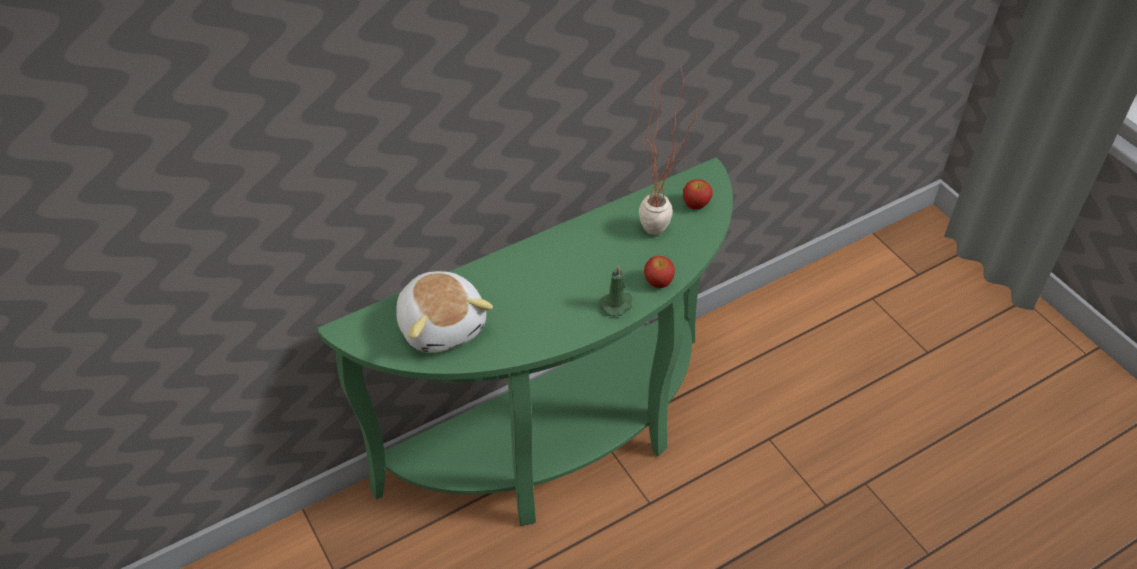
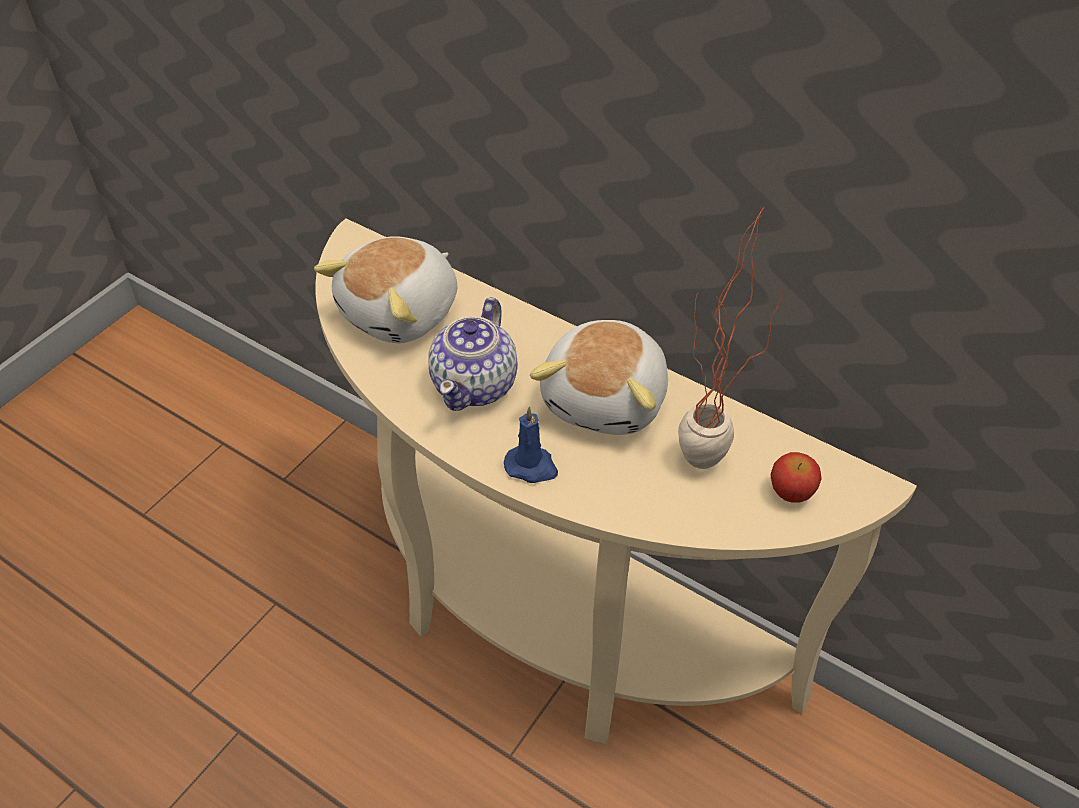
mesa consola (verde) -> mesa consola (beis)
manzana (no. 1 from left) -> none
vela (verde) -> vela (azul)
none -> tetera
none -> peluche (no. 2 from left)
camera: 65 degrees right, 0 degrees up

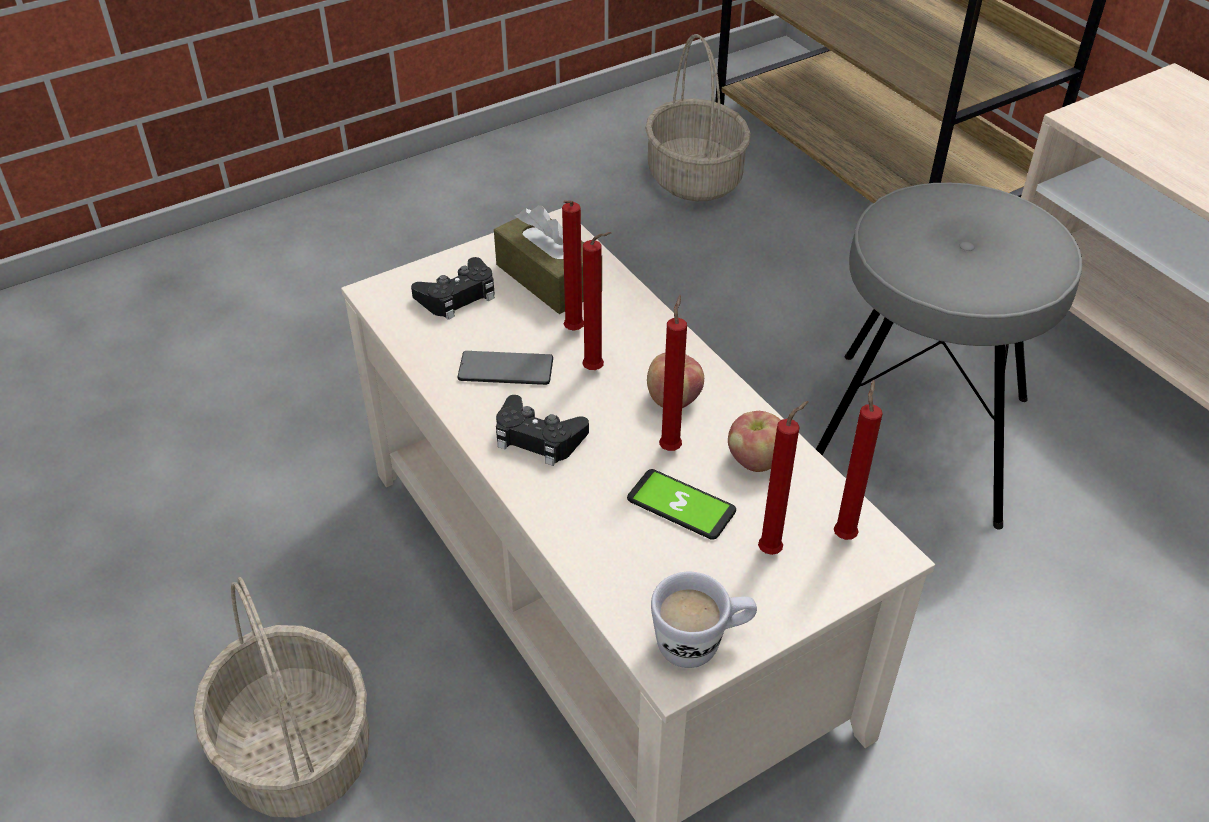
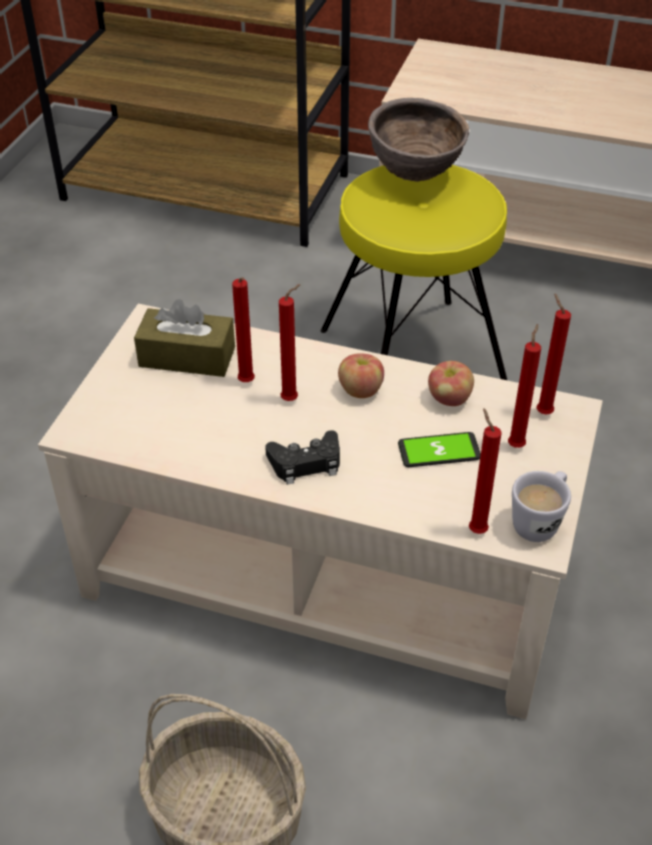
cesta (no. 2 from left) -> none
taburete (gris) -> taburete (amarillo)
mando de consola (negro) (no. 1 from left) -> none
vela (rojo) (no. 3 from left), shifted
móvil (no. 1 from left) -> none
none -> cuenco (marrón)
camera: 40 degrees left, 0 degrees up

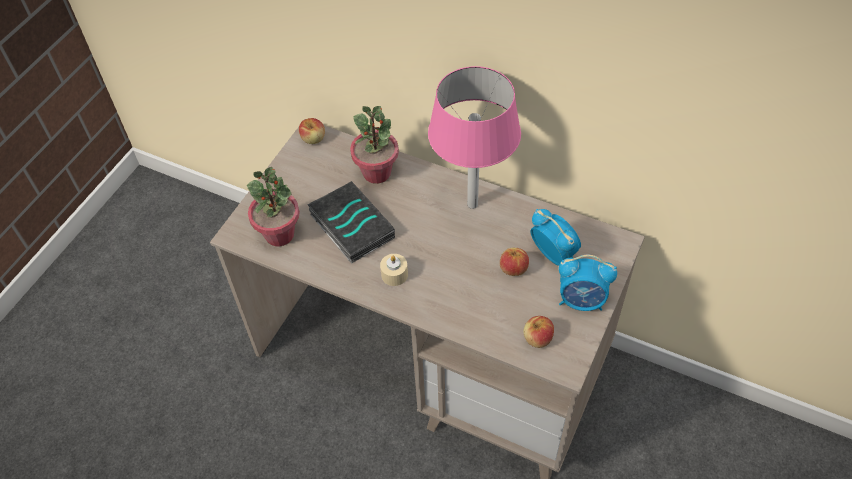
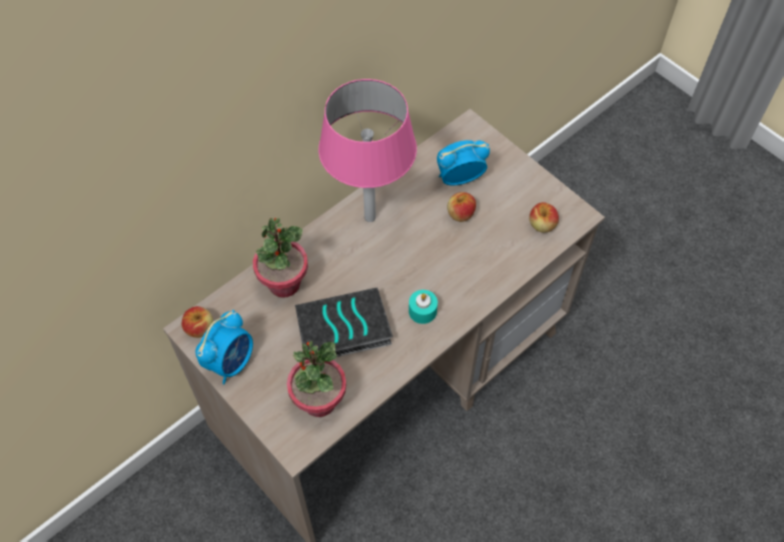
vela (beis) -> vela (turquesa)
despertador (no. 2 from left in the first image) -> despertador (no. 1 from left), shifted
camera: 70 degrees left, 5 degrees up

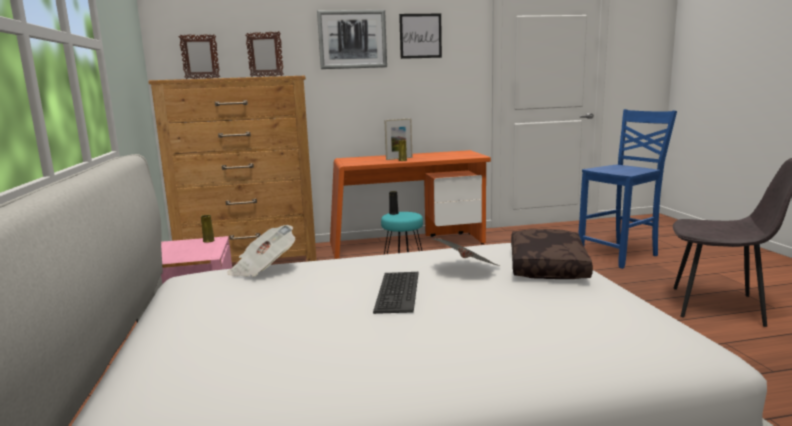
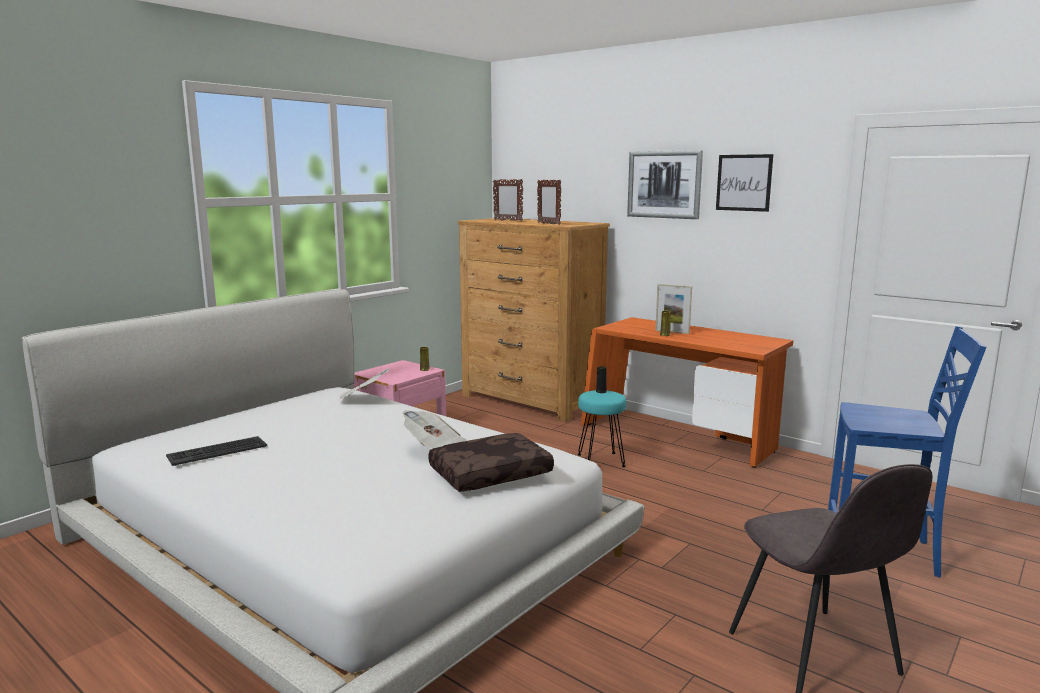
teclado, shifted
camera: 50 degrees right, 0 degrees up

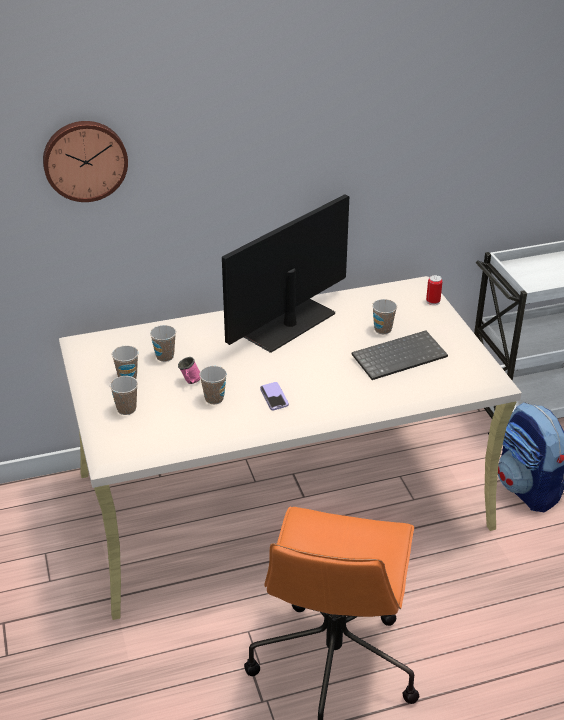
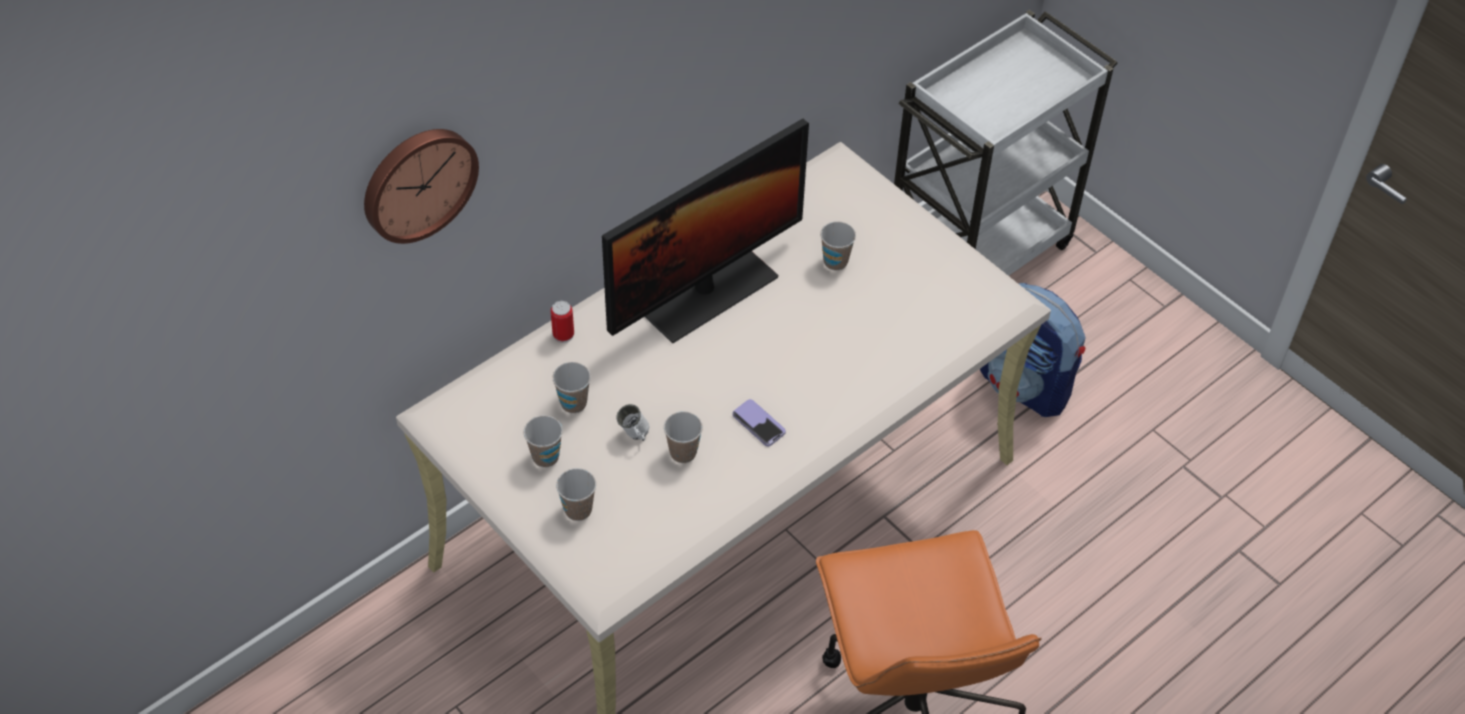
monitor, 150 degrees counterclockwise
lata, shifted
teclado -> none
taza grande (rosa) -> taza grande (blanco)
camera: 25 degrees left, 15 degrees up

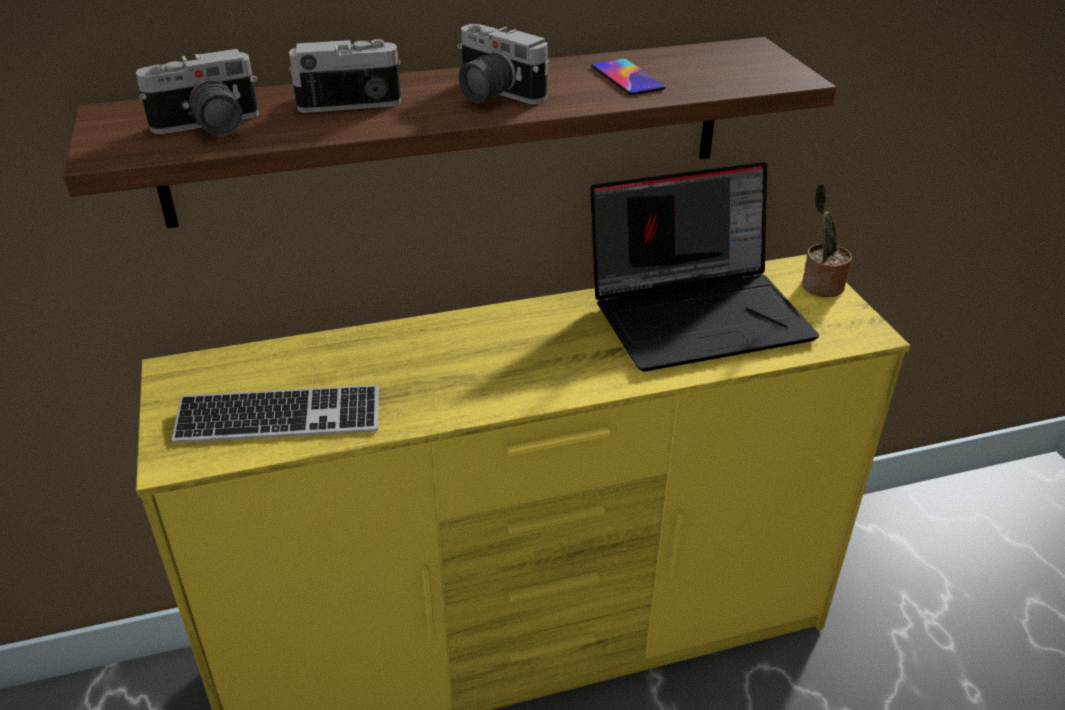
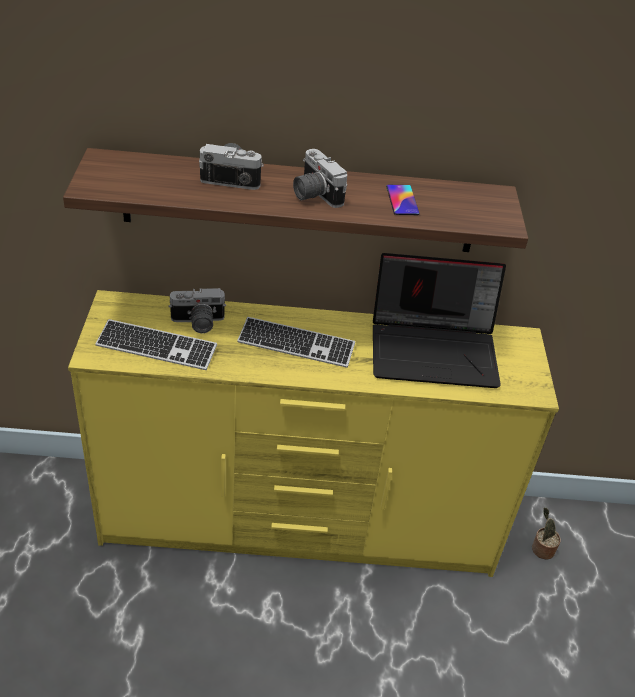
cámara (no. 1 from left), shifted
planta en maceta, shifted
none -> teclado (no. 2 from left)
camera: 15 degrees right, 5 degrees up

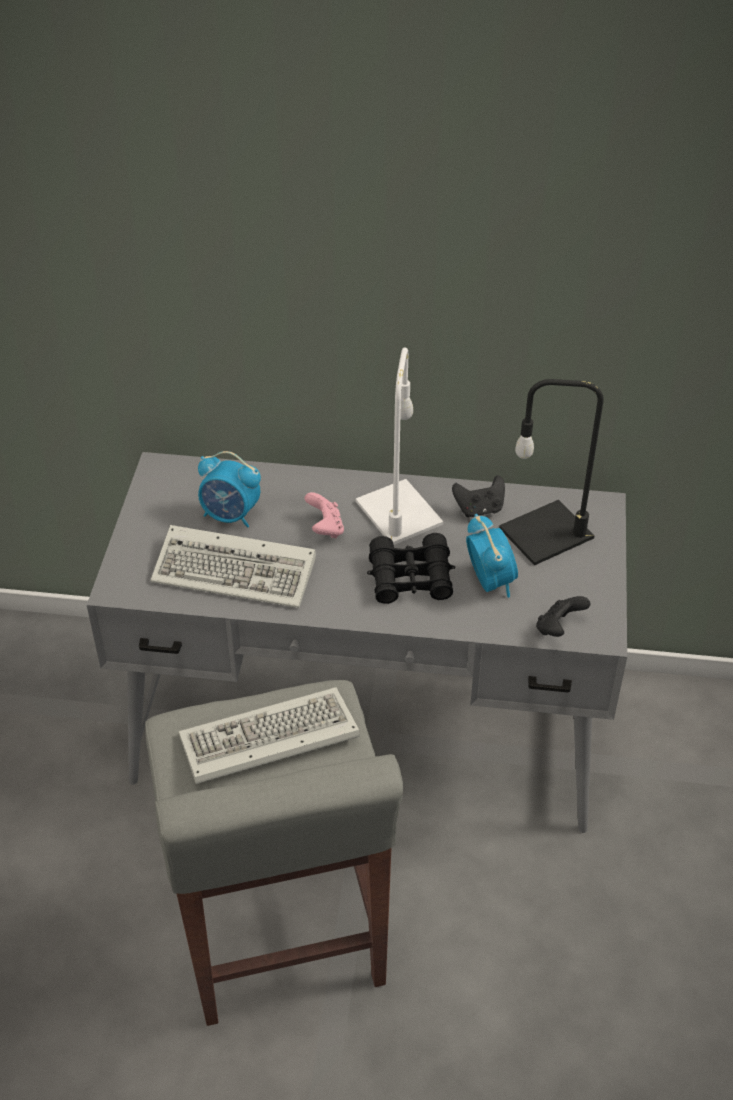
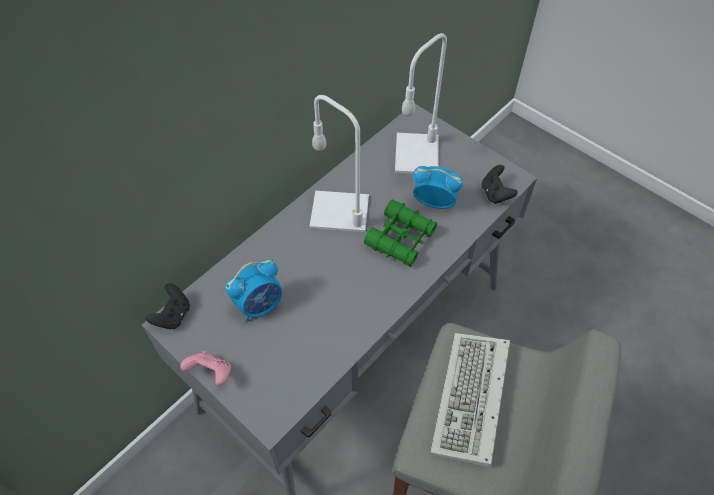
lámpara de mesa (negro) -> lámpara de mesa (blanco) (no. 2 from left)
mando de consola (negro) (no. 1 from left), shifted
mando de consola (rosa), shifted
teclado (no. 1 from left) -> none
prismáticos (negro) -> prismáticos (verde)
camera: 55 degrees left, 10 degrees up

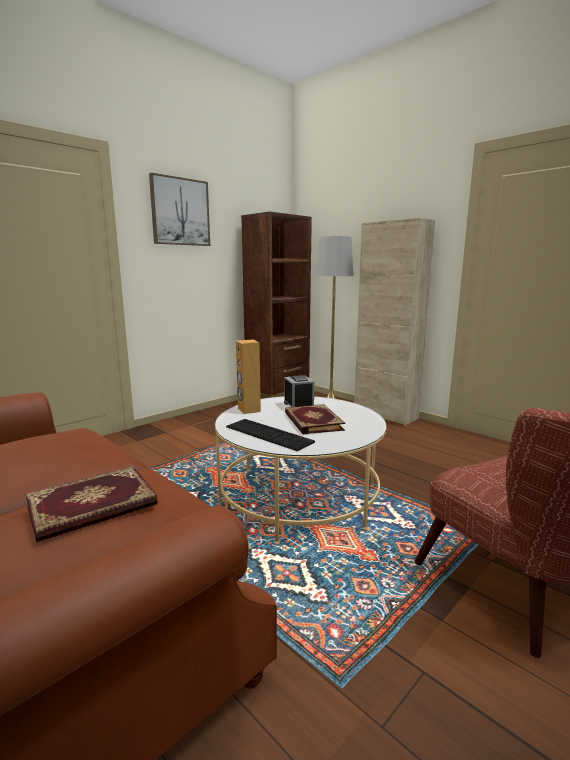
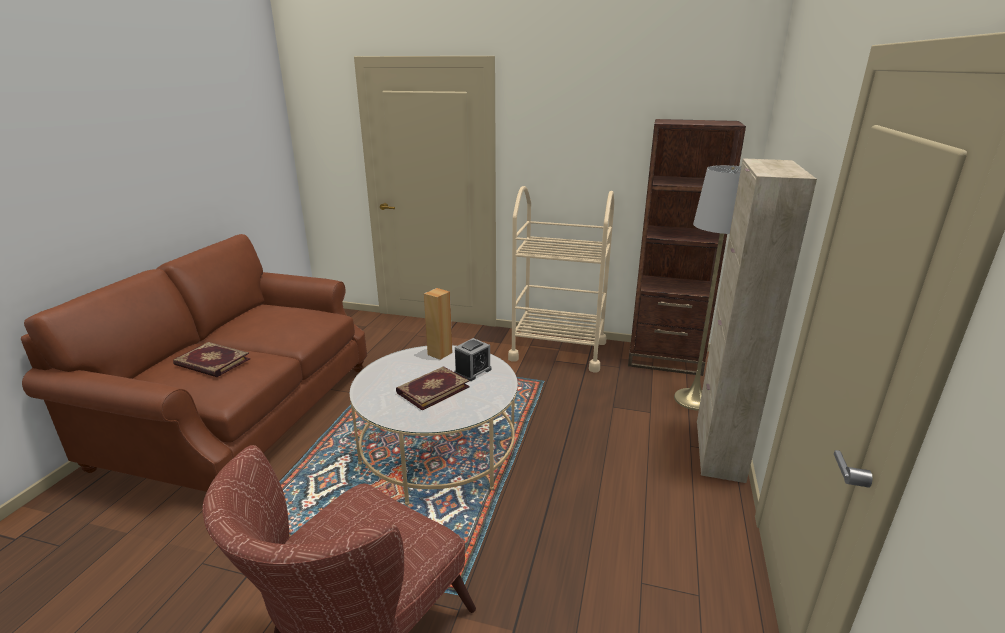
cuadro -> none
teclado -> none
none -> carrito (beis)
camera: 60 degrees right, 10 degrees up

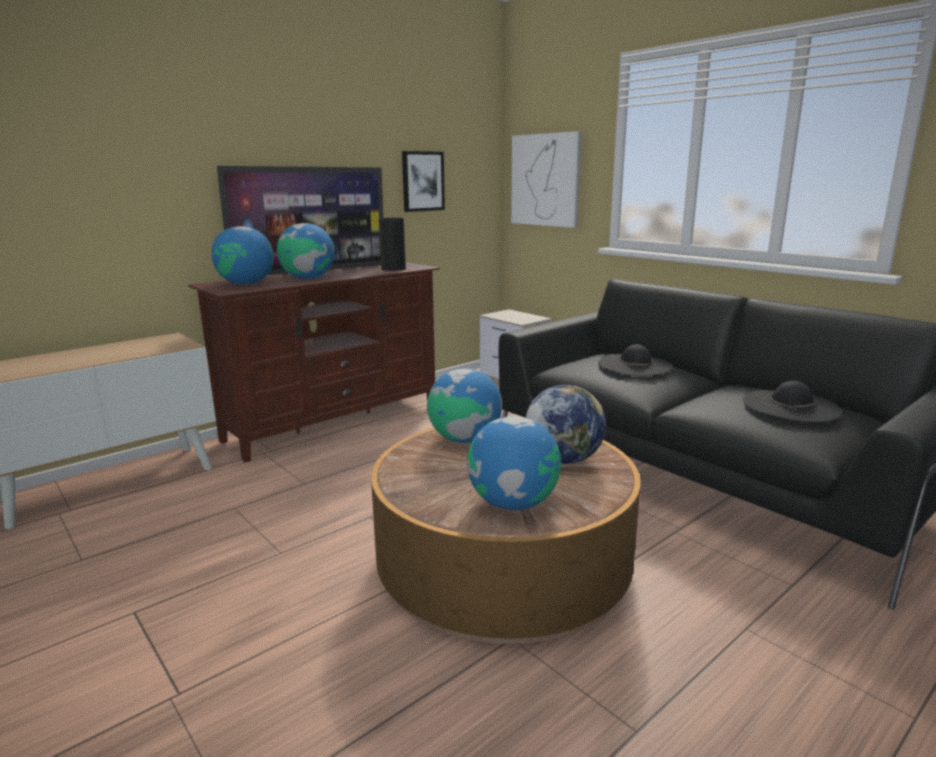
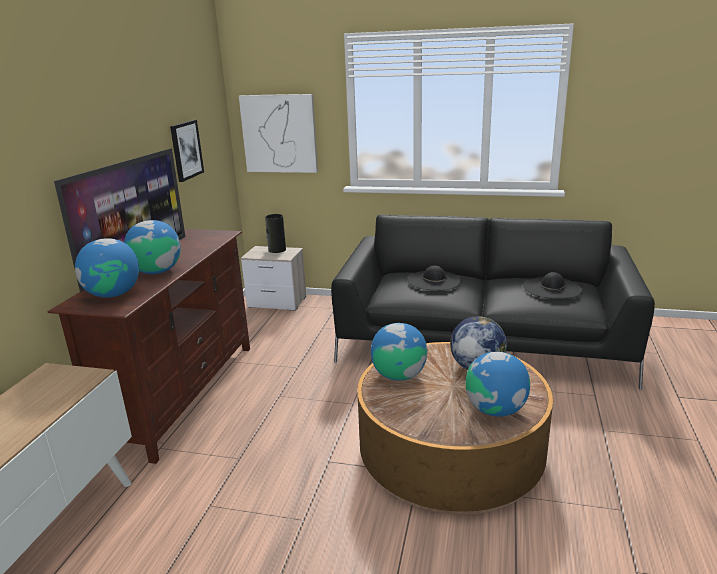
florero, shifted
camera: 35 degrees left, 5 degrees up

